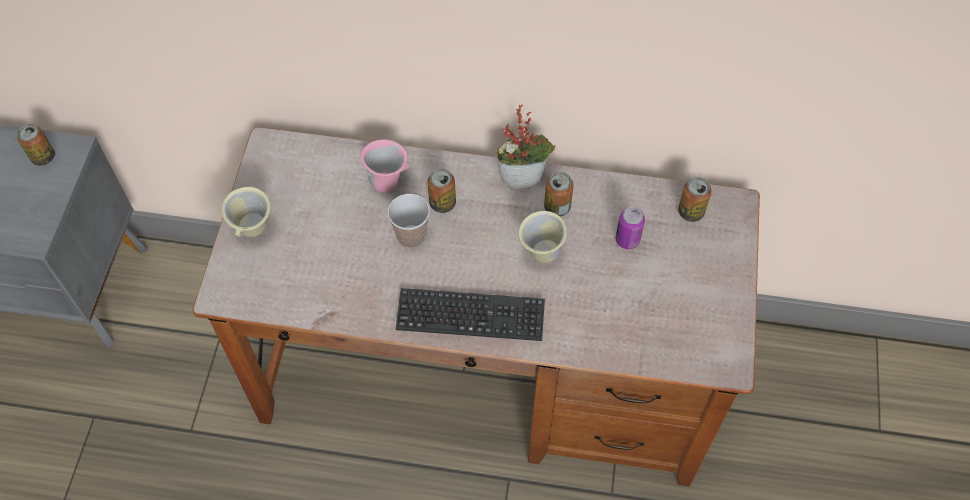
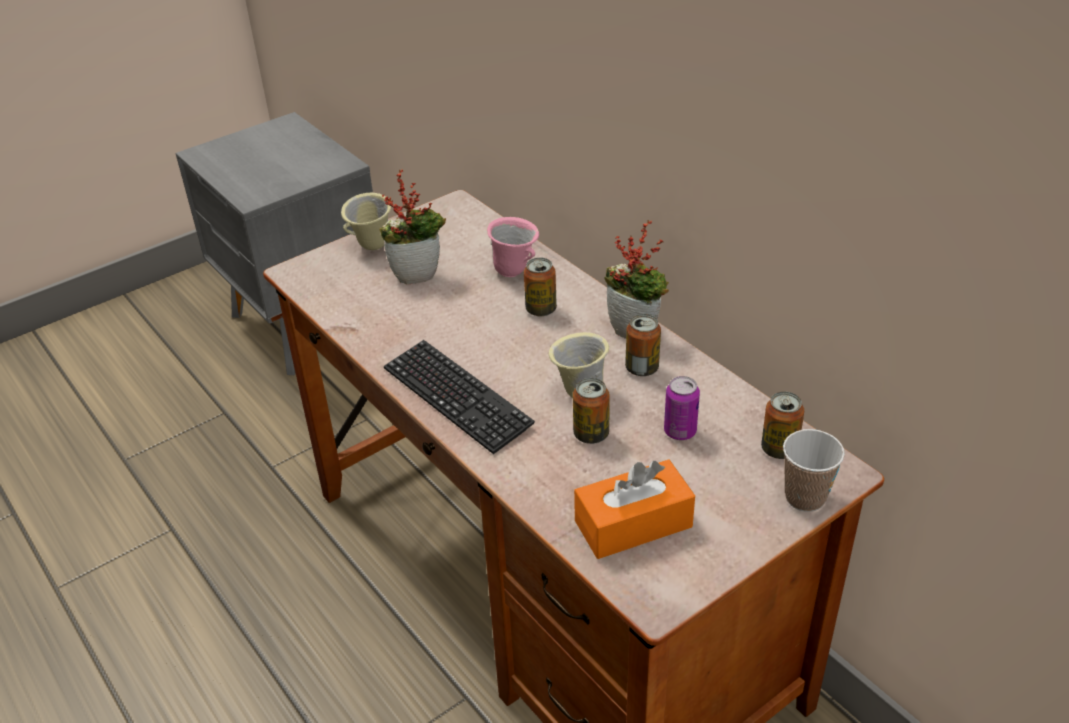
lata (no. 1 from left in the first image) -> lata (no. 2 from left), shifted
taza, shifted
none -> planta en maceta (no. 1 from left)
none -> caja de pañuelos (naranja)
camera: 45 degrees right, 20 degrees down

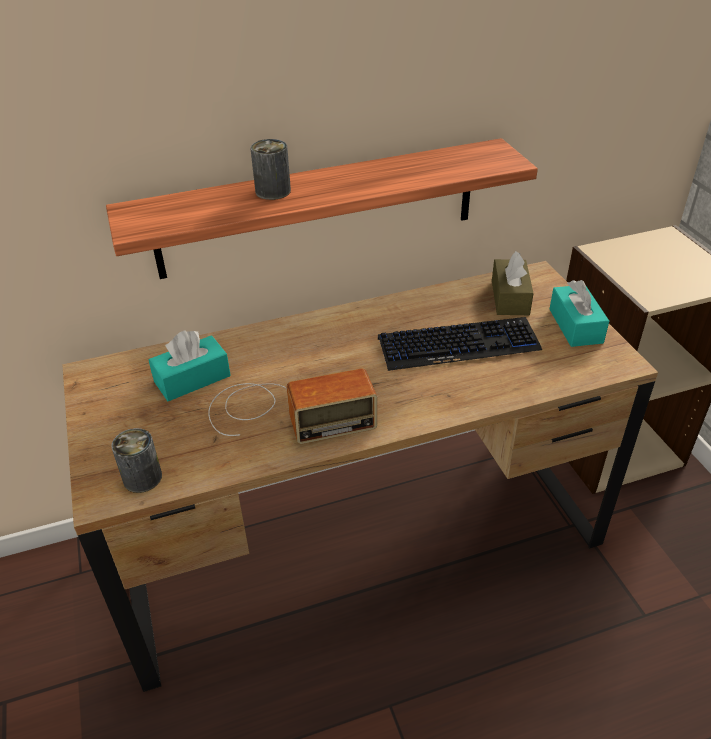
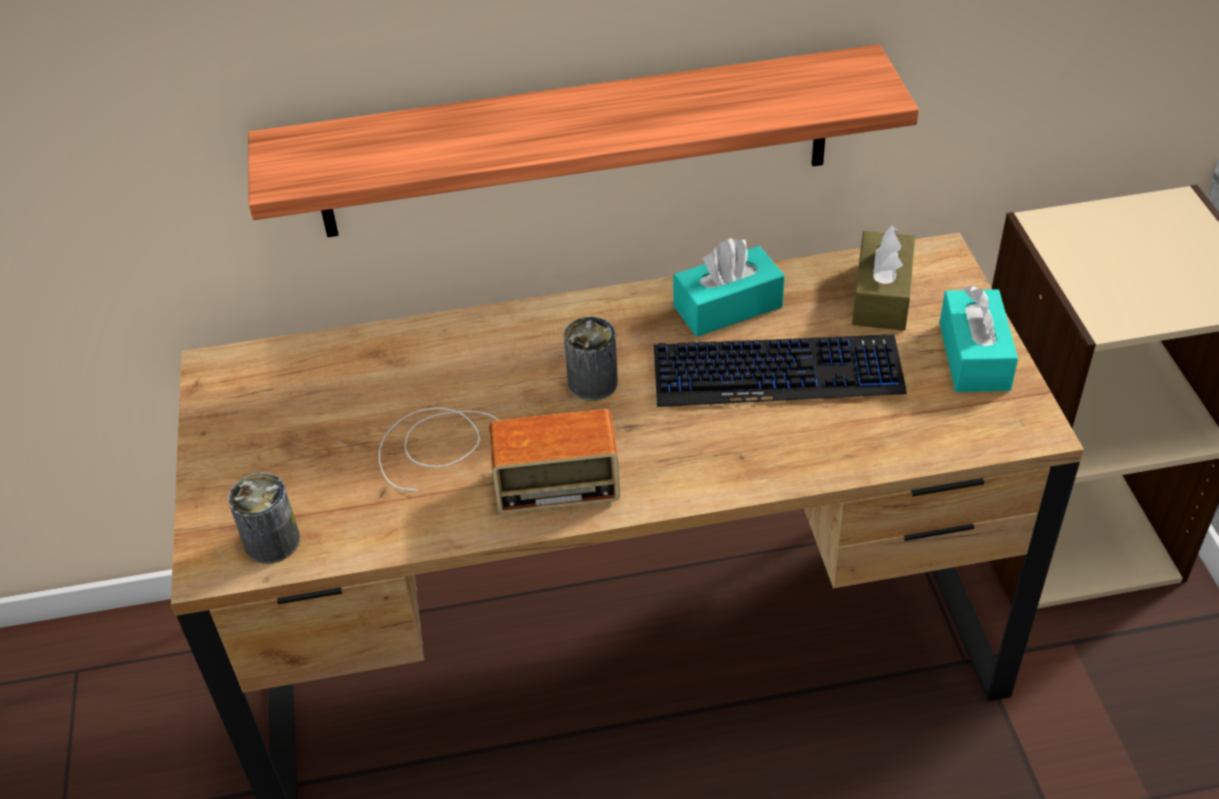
lata (no. 2 from left), shifted
caja de pañuelos (turquesa) (no. 1 from left), shifted
camera: 10 degrees right, 5 degrees up

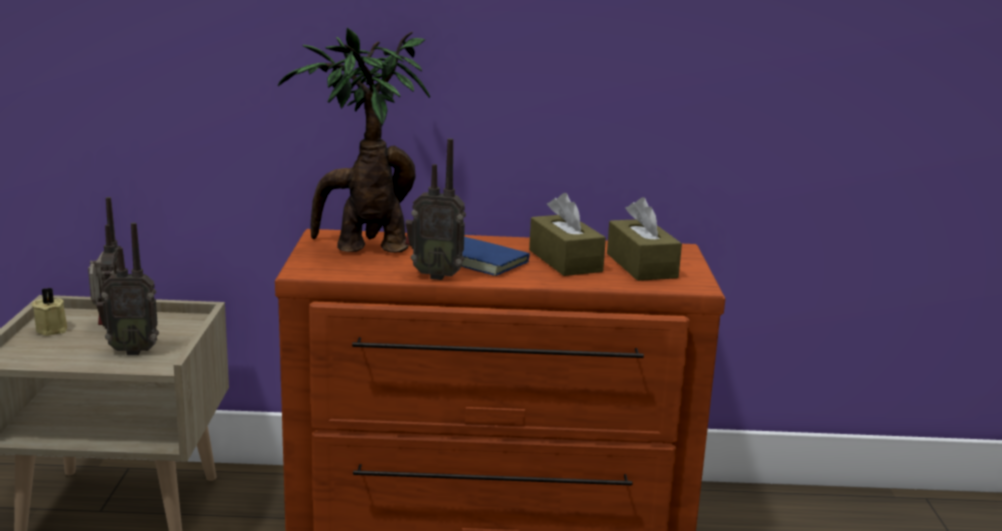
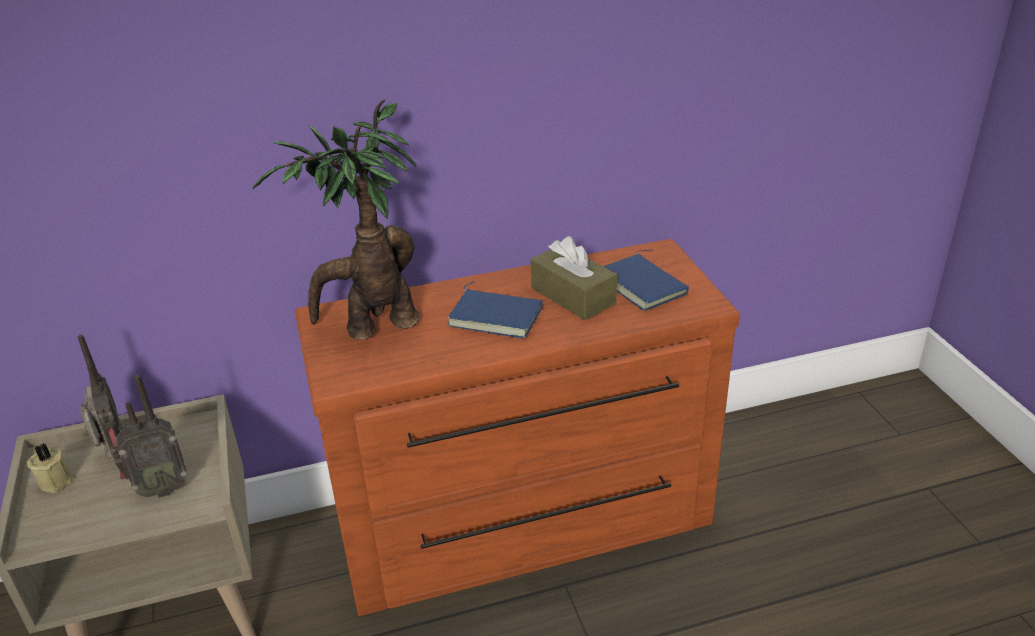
radio (no. 3 from left) -> none
caja de pañuelos (marrón) (no. 2 from left) -> libro (azul) (no. 2 from left)
camera: 15 degrees left, 15 degrees up

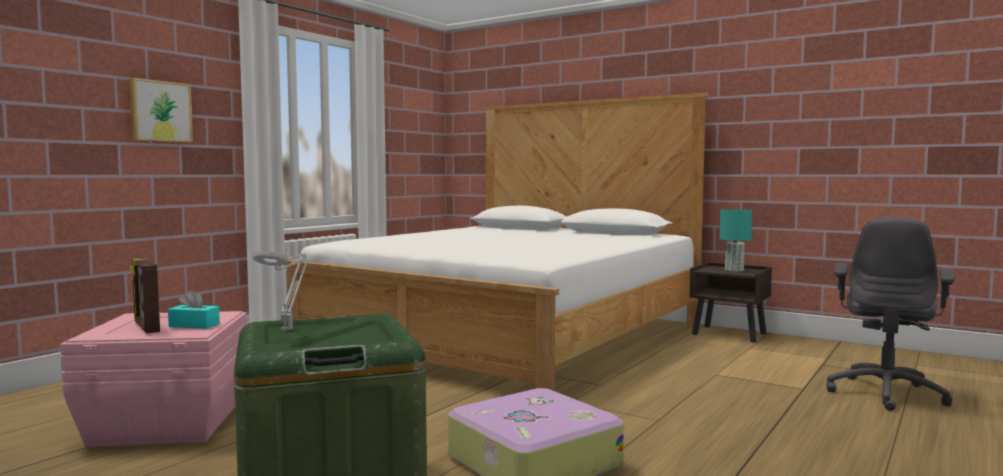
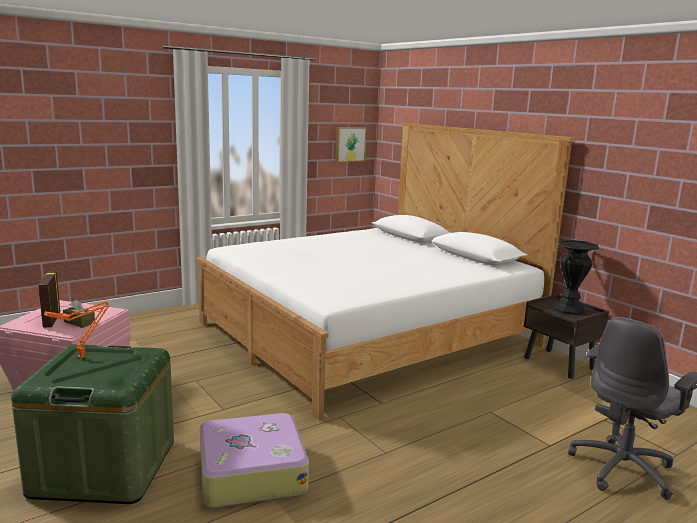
cuadro, shifted
lámpara de mesa (turquesa) -> florero (negro)
lámpara de mesa (gris) -> lámpara de mesa (naranja)
caja de pañuelos (turquesa) -> caja de pañuelos (marrón)
camera: 20 degrees right, 10 degrees up

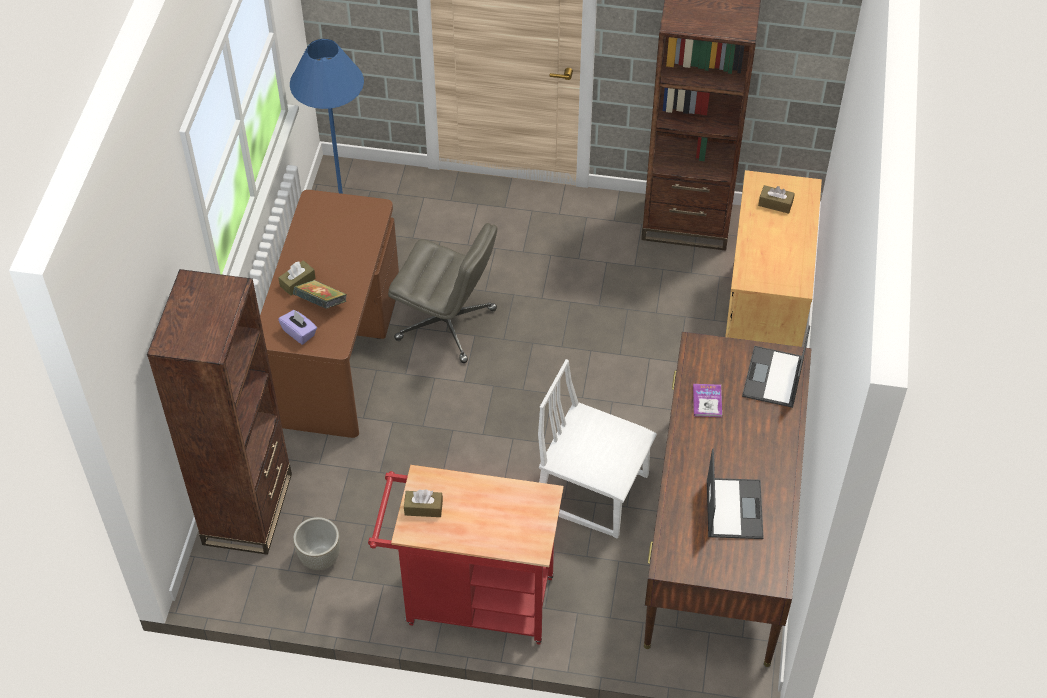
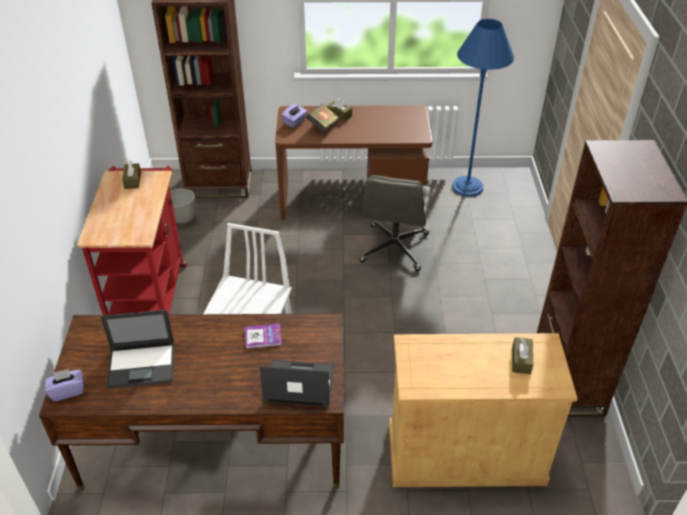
none -> caja de pañuelos (morado) (no. 1 from left)
camera: 80 degrees right, 10 degrees down

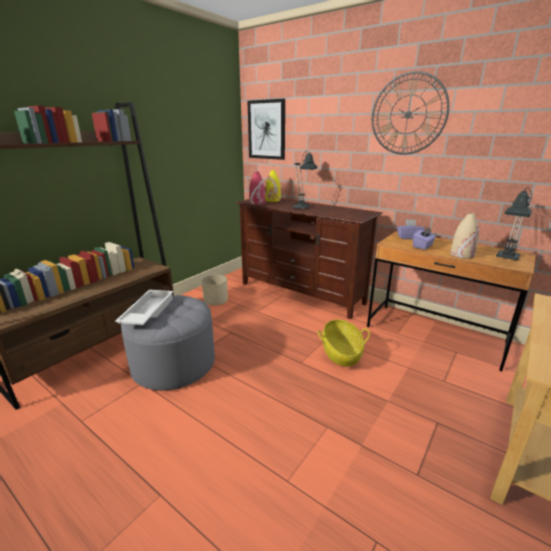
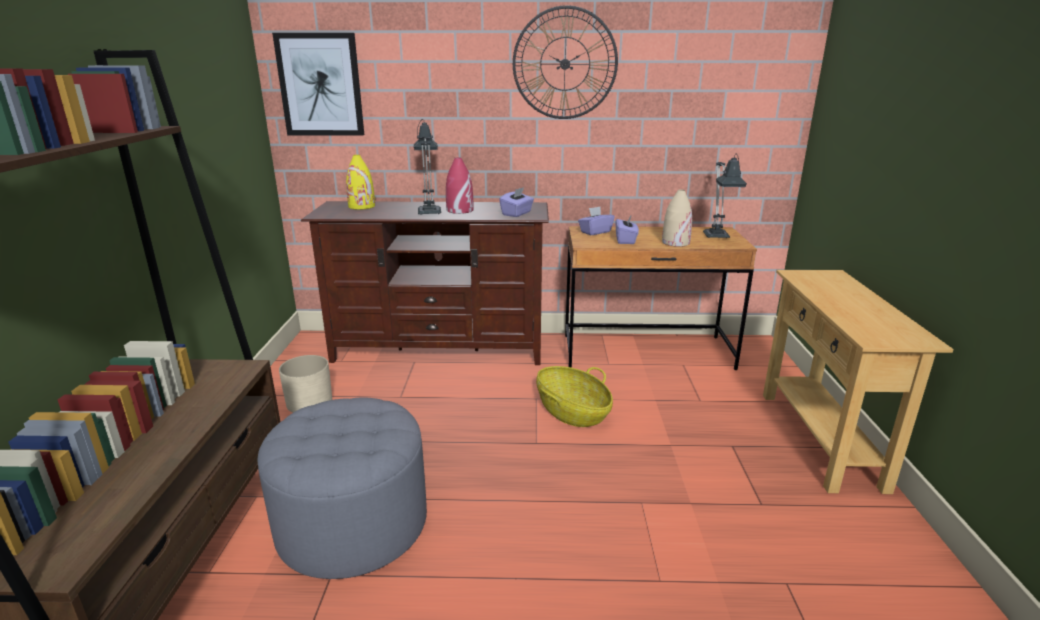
florero (rojo), shifted
bandeja (blanco) -> none
none -> caja de pañuelos (morado) (no. 1 from left)
camera: 35 degrees left, 0 degrees up

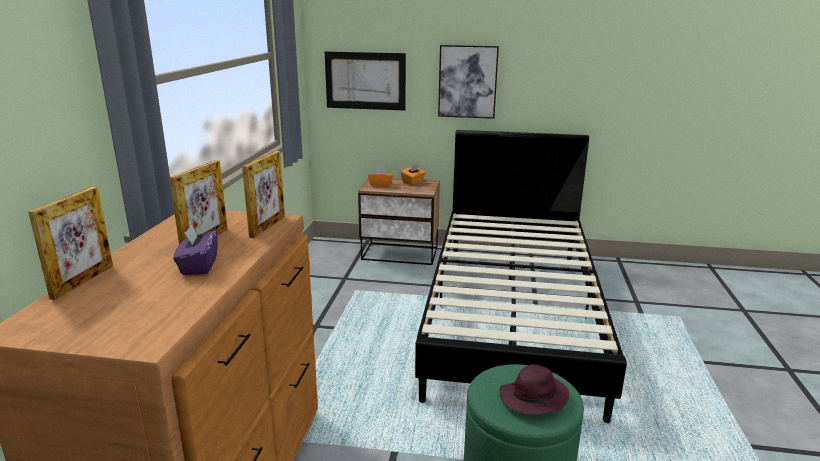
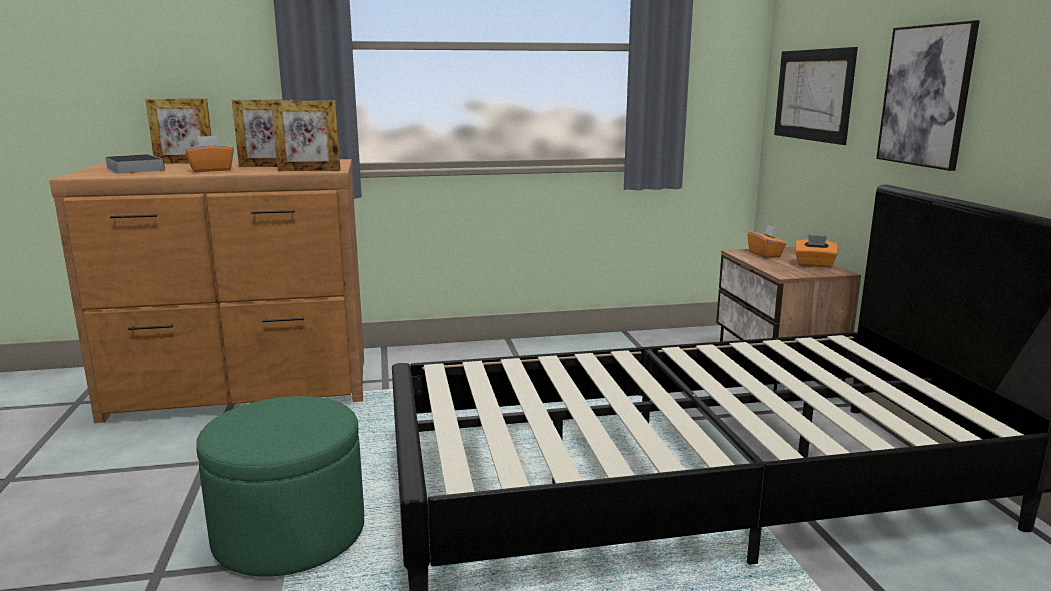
caja de pañuelos (morado) -> caja de pañuelos (naranja) (no. 1 from left)
sombrero (morado) -> none
none -> libro
camera: 70 degrees right, 5 degrees down

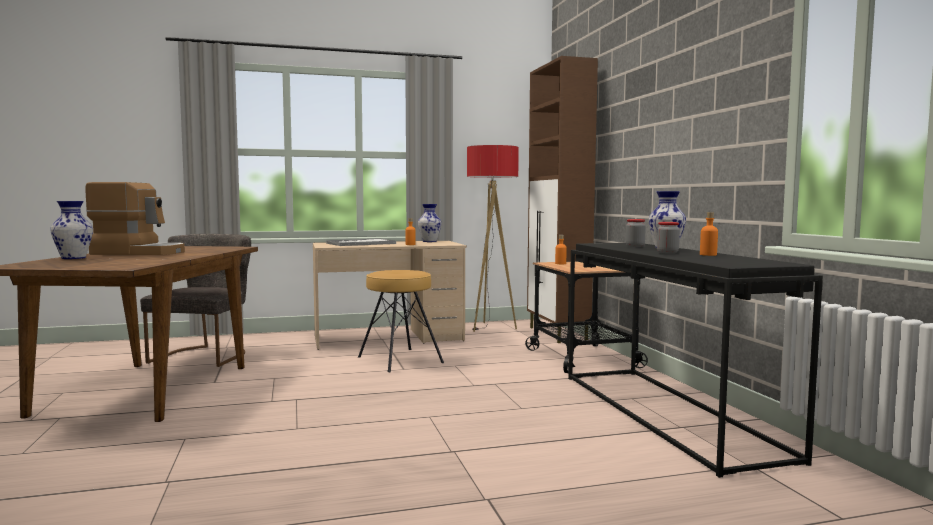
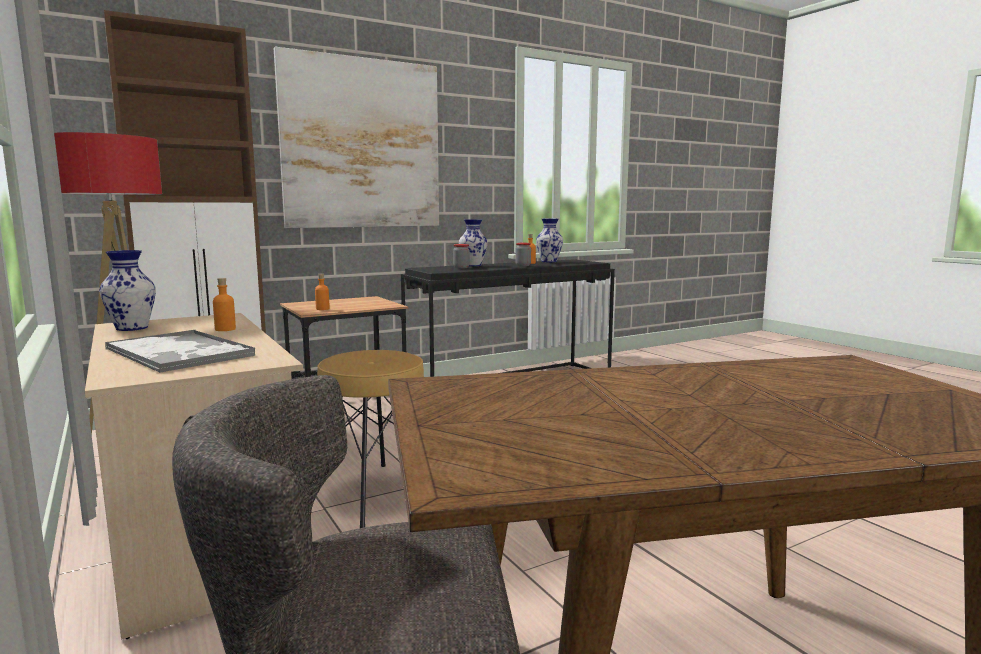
cafetera -> none
florero (no. 1 from left in the first image) -> florero (no. 3 from left), shifted
none -> cuadro
camera: 105 degrees left, 5 degrees up

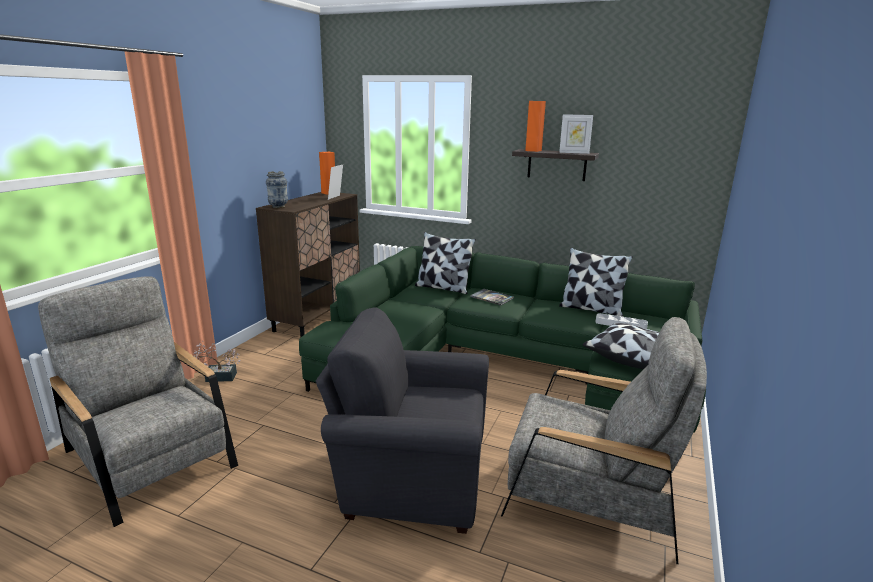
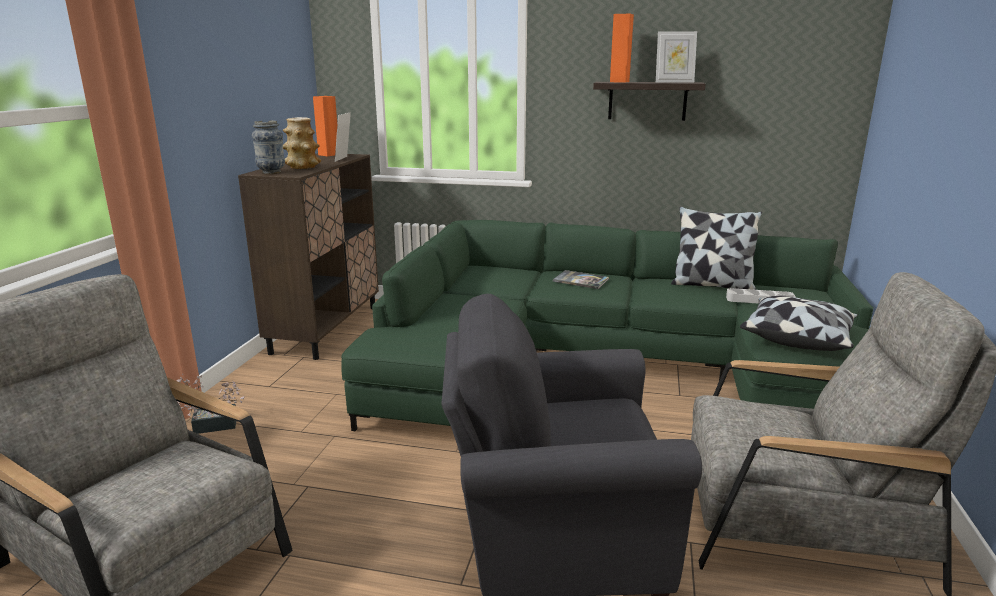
cojín (no. 1 from left) -> none
none -> florero (no. 2 from left)
camera: 10 degrees left, 0 degrees up

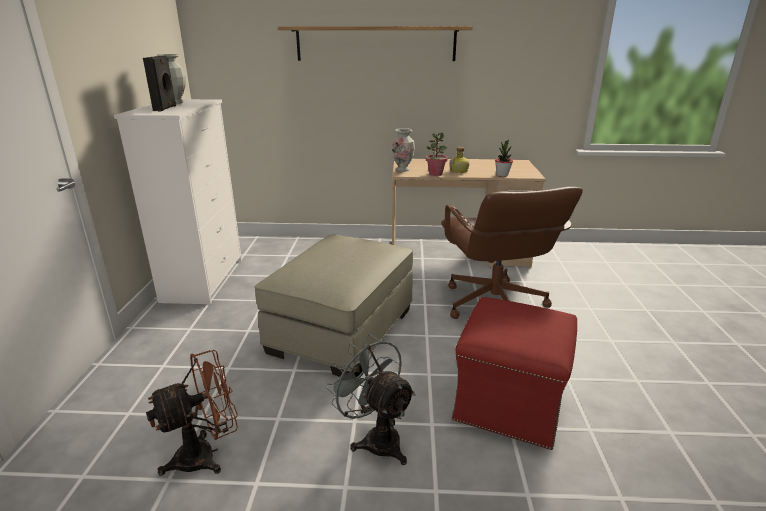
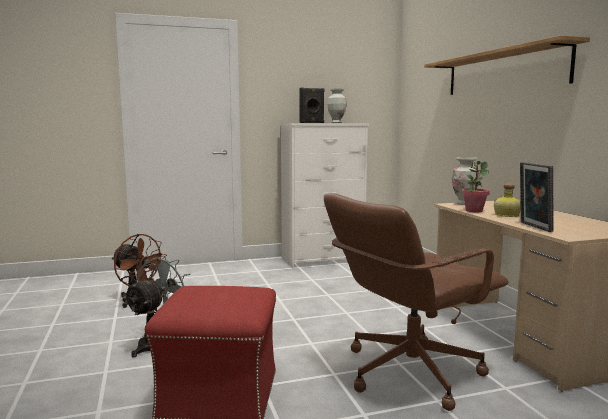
planta en maceta (no. 2 from left) -> portarretratos
puf (beis) -> none
camera: 70 degrees right, 15 degrees down

